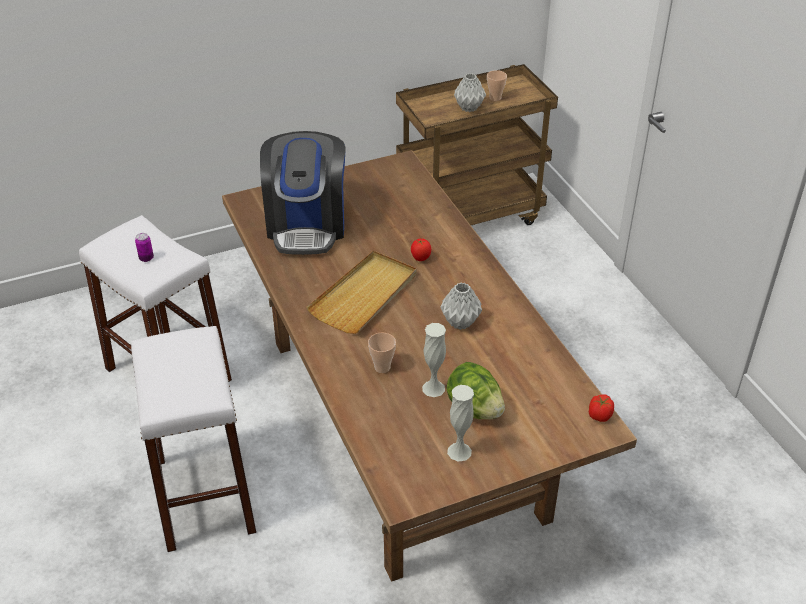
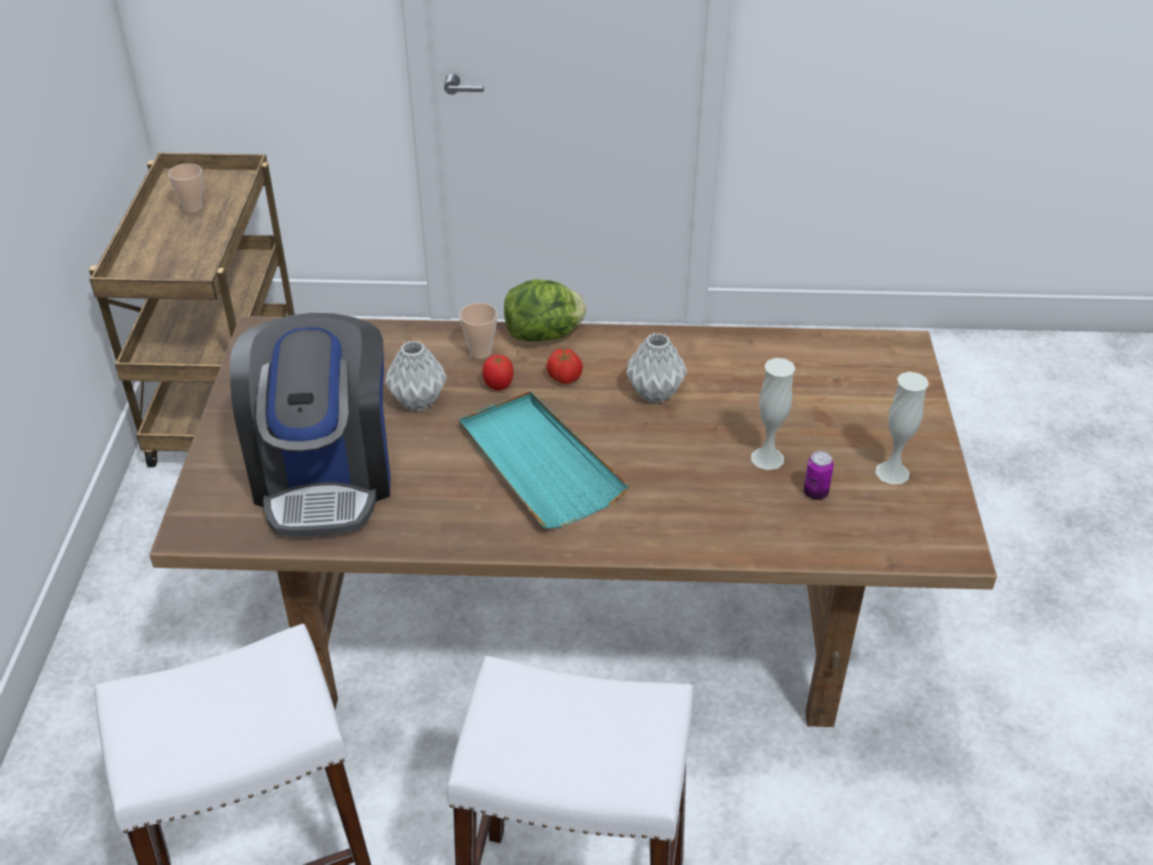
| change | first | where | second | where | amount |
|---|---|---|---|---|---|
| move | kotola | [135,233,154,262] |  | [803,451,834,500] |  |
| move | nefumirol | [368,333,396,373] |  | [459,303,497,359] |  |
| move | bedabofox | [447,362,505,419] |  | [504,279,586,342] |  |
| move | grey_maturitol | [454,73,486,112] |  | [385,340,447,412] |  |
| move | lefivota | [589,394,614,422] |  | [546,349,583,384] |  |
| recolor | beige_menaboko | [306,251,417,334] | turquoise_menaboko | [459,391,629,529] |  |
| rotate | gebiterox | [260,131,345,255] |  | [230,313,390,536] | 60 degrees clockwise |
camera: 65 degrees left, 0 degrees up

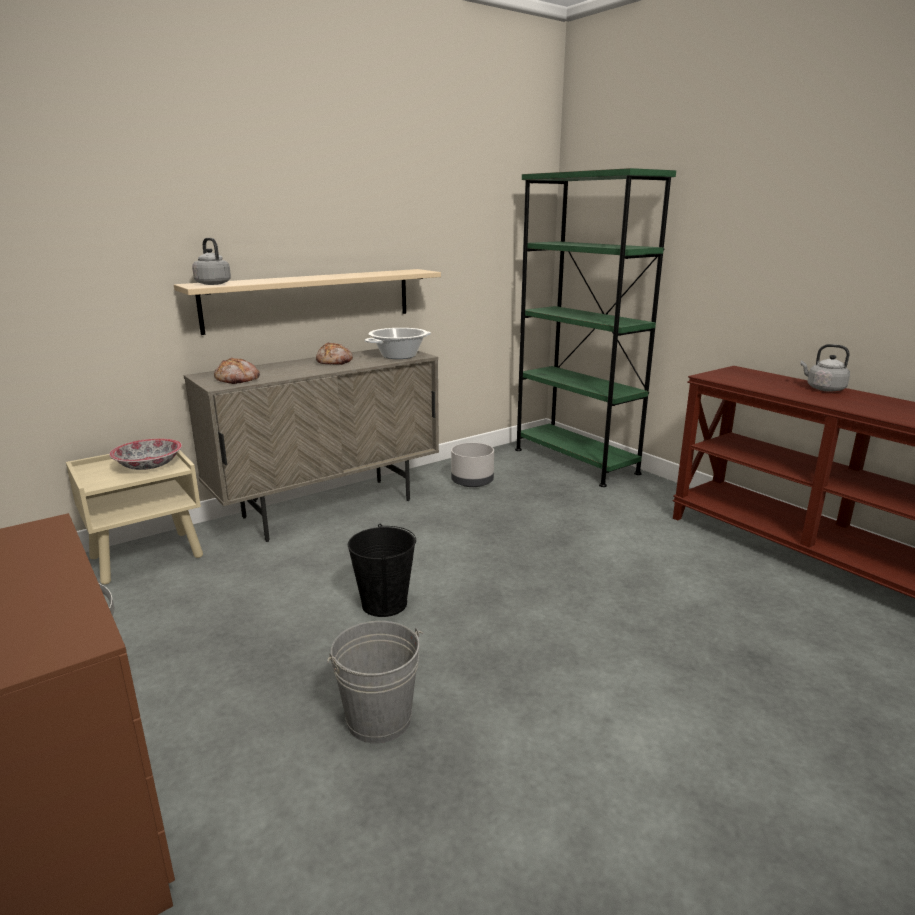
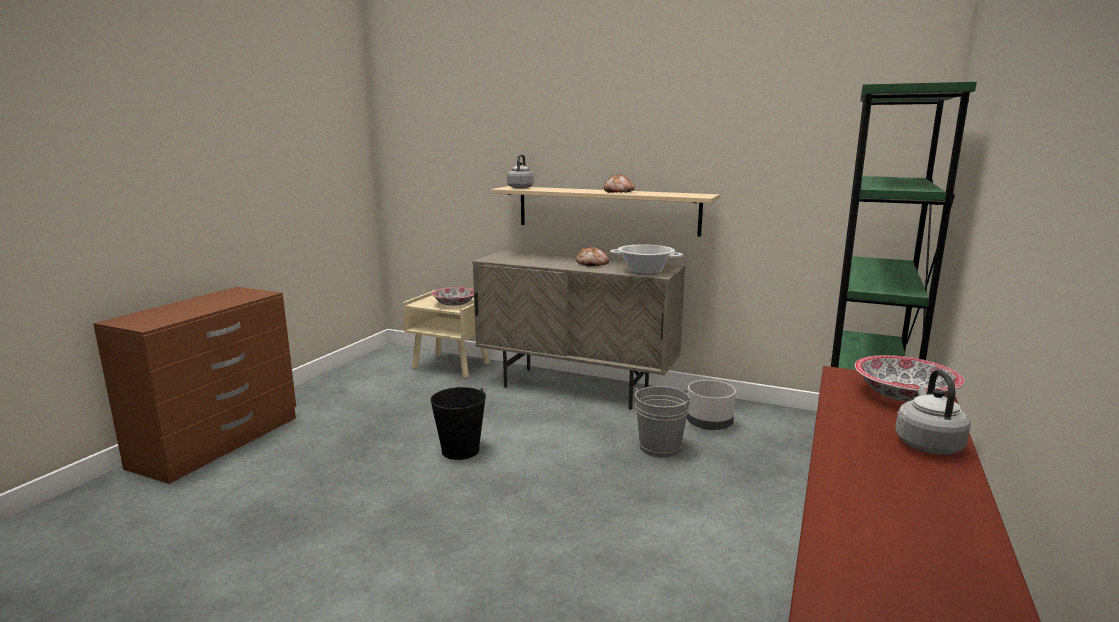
| change | first | where | second | where | amount |
|---|---|---|---|---|---|
| insert |  |  | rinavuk | [855,355,965,402] |  |
| move | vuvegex | [214,357,260,384] |  | [604,174,635,193] |  |
| move | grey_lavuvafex | [327,621,424,743] |  | [633,386,691,458] |  |
camera: 60 degrees right, 5 degrees down

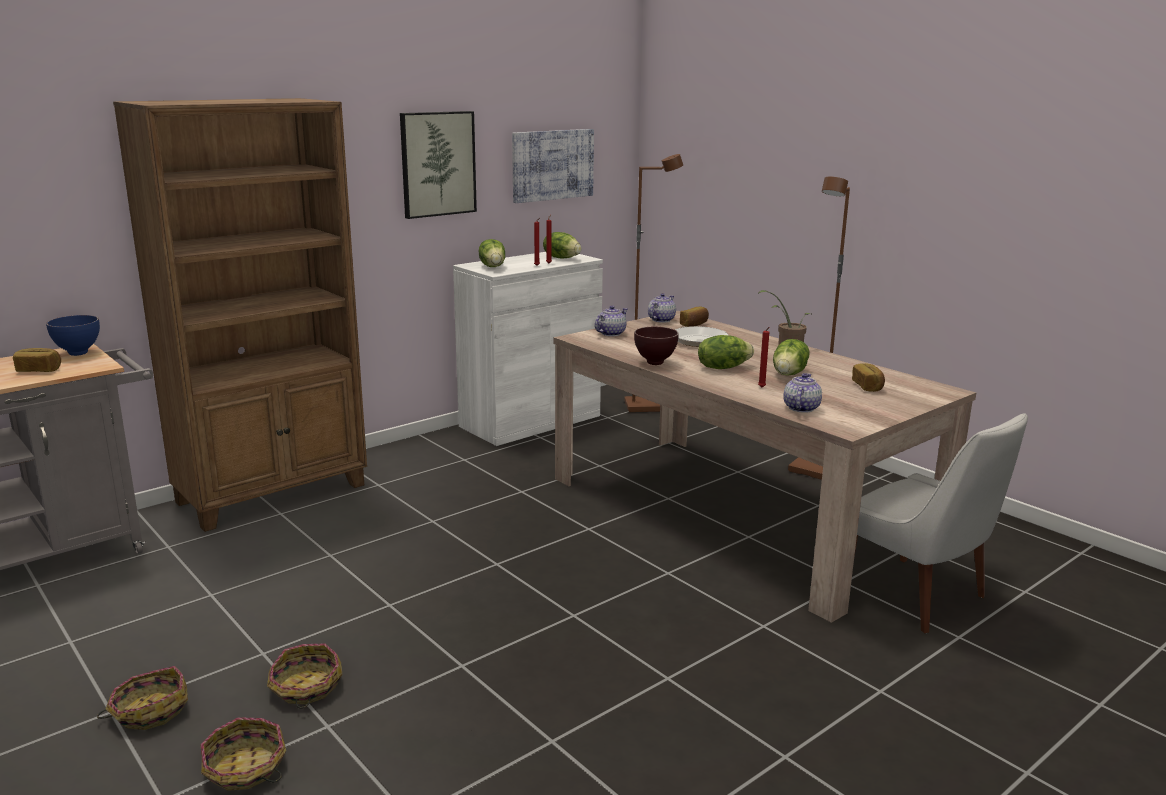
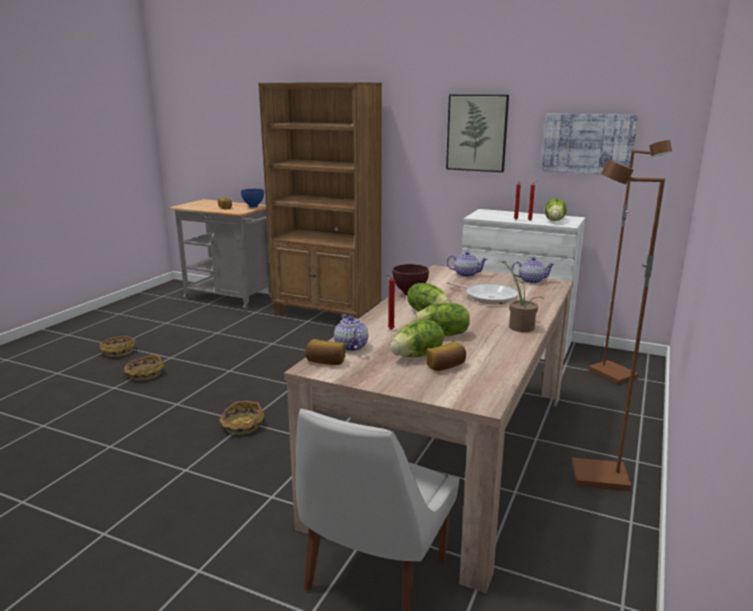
| change | first | where | second | where | amount |
|---|---|---|---|---|---|
| move | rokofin | [200,717,286,791] |  | [219,401,264,436] |  |
| move | bedabofox | [478,239,505,267] |  | [390,319,444,357] |  |
| move | vuvegex | [680,306,709,327] |  | [305,339,345,365] |  |
| rotate | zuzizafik | [783,373,822,413] |  | [334,315,368,352] | 105 degrees counterclockwise |
camera: 65 degrees right, 0 degrees up

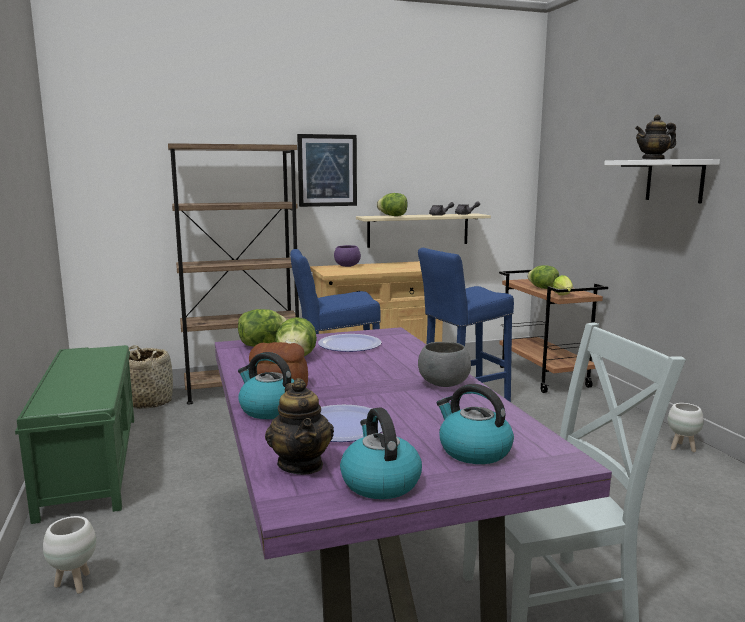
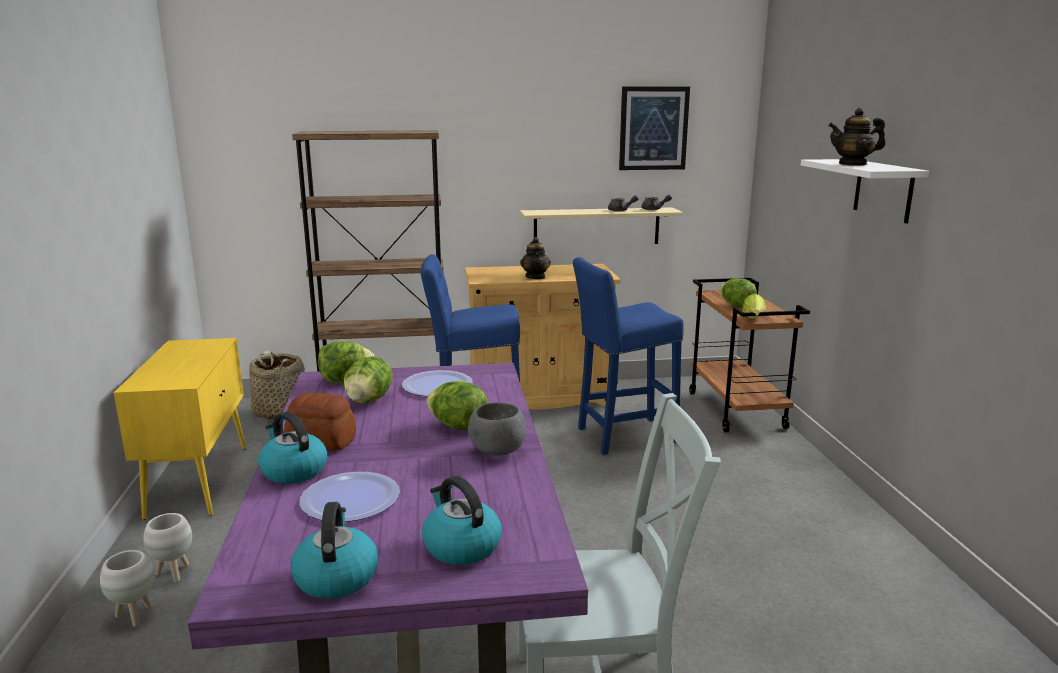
| change | first | where | second | where | amount |
|---|---|---|---|---|---|
| delete | purple_rinavuk | [334,245,361,267] |  |  |  |
| move | zuzizafik | [265,378,334,475] |  | [520,237,551,279] |  |
| move | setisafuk | [297,134,357,207] |  | [619,86,690,170] |  |
| move | bedabofox | [377,193,408,216] |  | [426,381,488,430] |  |
| move | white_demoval | [668,403,704,452] |  | [143,513,192,582] |  |
| replace | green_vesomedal | [15,345,134,524] | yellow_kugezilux | [114,338,246,520] |  |
camera: 10 degrees right, 5 degrees up

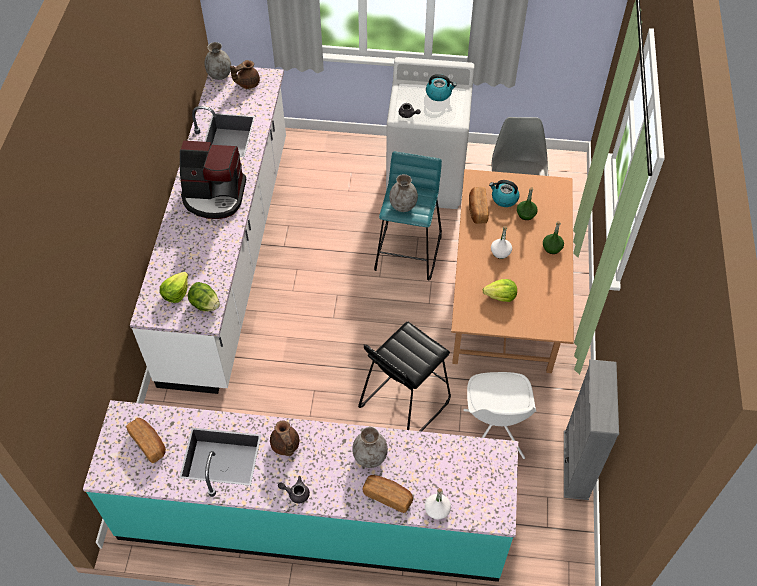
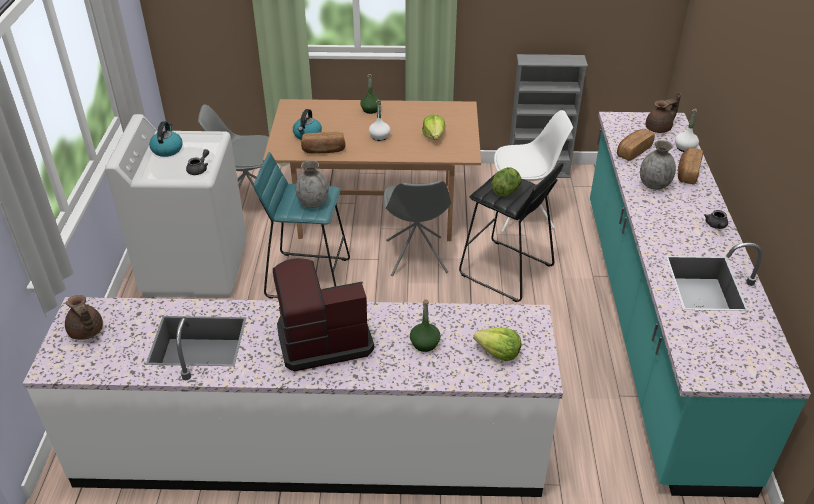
| change | first | where | second | where | amount |
|---|---|---|---|---|---|
| delete | grey_maturitol | [205,42,231,80] |  |  |  |
| insert |  |  | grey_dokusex | [384,181,451,276] |  |
| move | vuvegex | [126,418,166,463] |  | [617,129,655,161] |  |
| move | bedabofox | [188,282,220,311] |  | [491,167,522,197] |  |
| move | brown_zuzizafik | [270,420,299,456] |  | [646,92,681,133] |  |
| move | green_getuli | [517,187,538,220] |  | [410,300,441,352] |  |
| rotate | gebiterox | [180,141,246,219] |  | [273,258,374,372] | 105 degrees counterclockwise |
camera: 95 degrees left, 15 degrees down

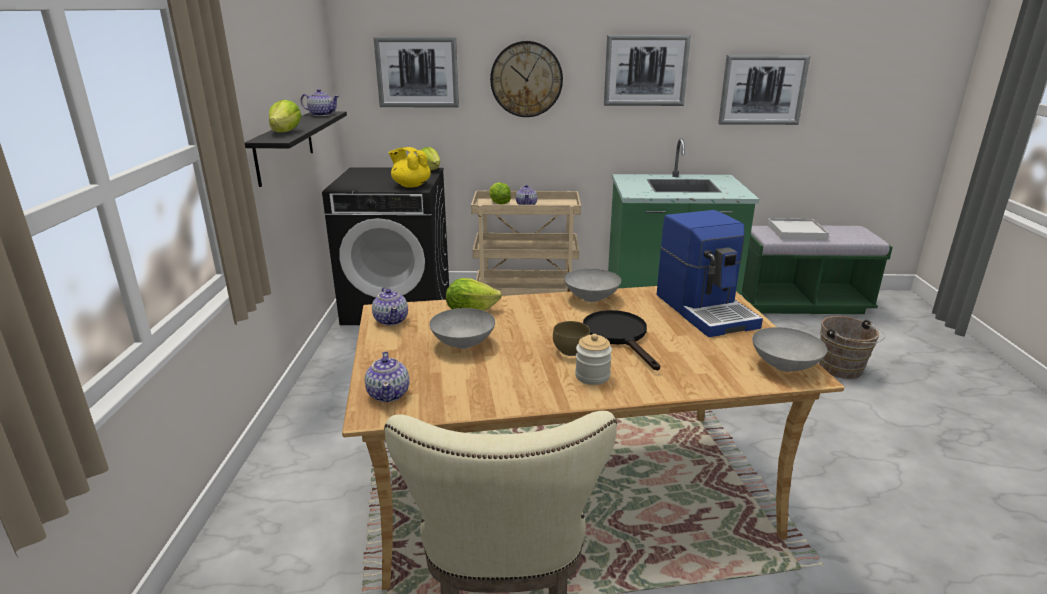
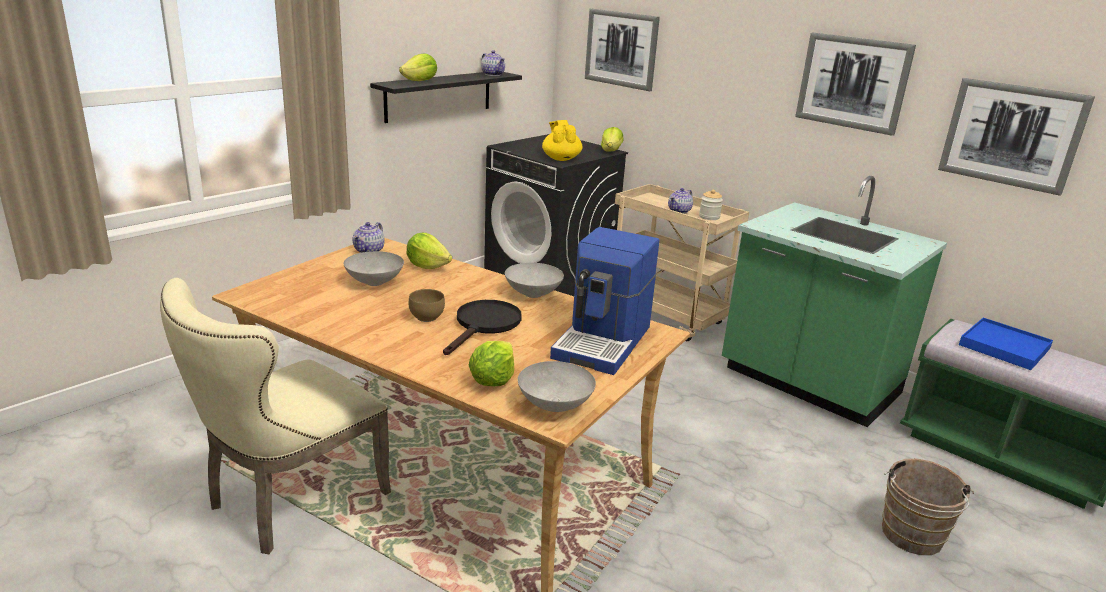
| change | first | where | second | where | amount |
|---|---|---|---|---|---|
| delete | zuzizafik | [365,351,410,402] |  |  |  |
| delete | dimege | [490,41,563,117] |  |  |  |
| move | bedabofox | [489,182,511,204] |  | [468,341,514,386] |  |
| move | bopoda | [575,334,612,385] |  | [699,189,723,220] |  |
| recolor | white_menaboko | [768,218,829,240] | blue_menaboko | [959,318,1053,370] |  |
camera: 40 degrees right, 0 degrees up

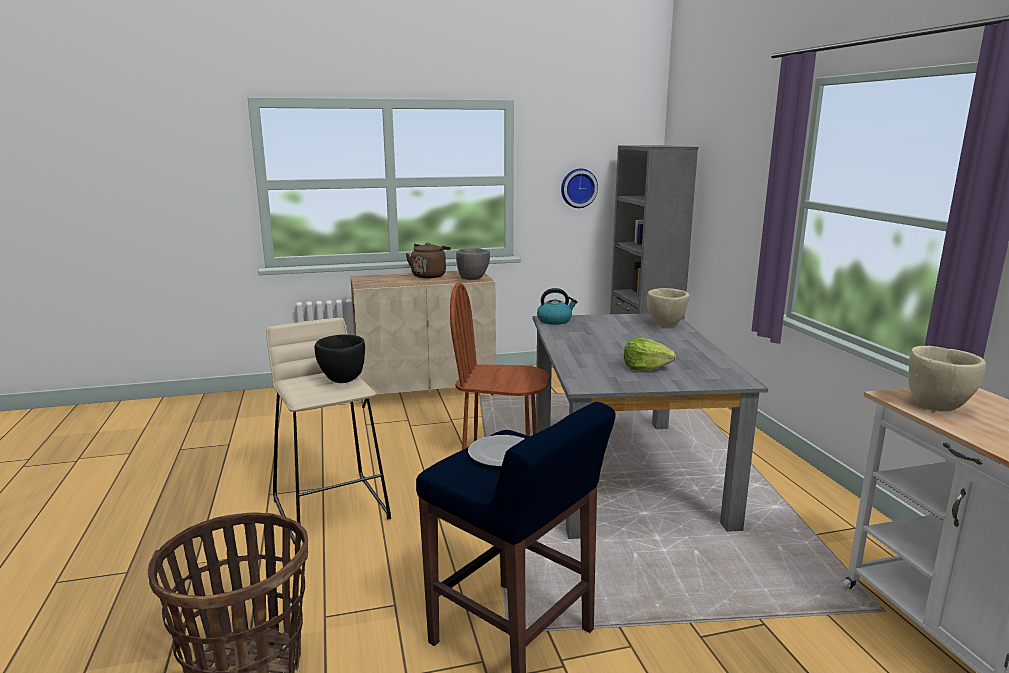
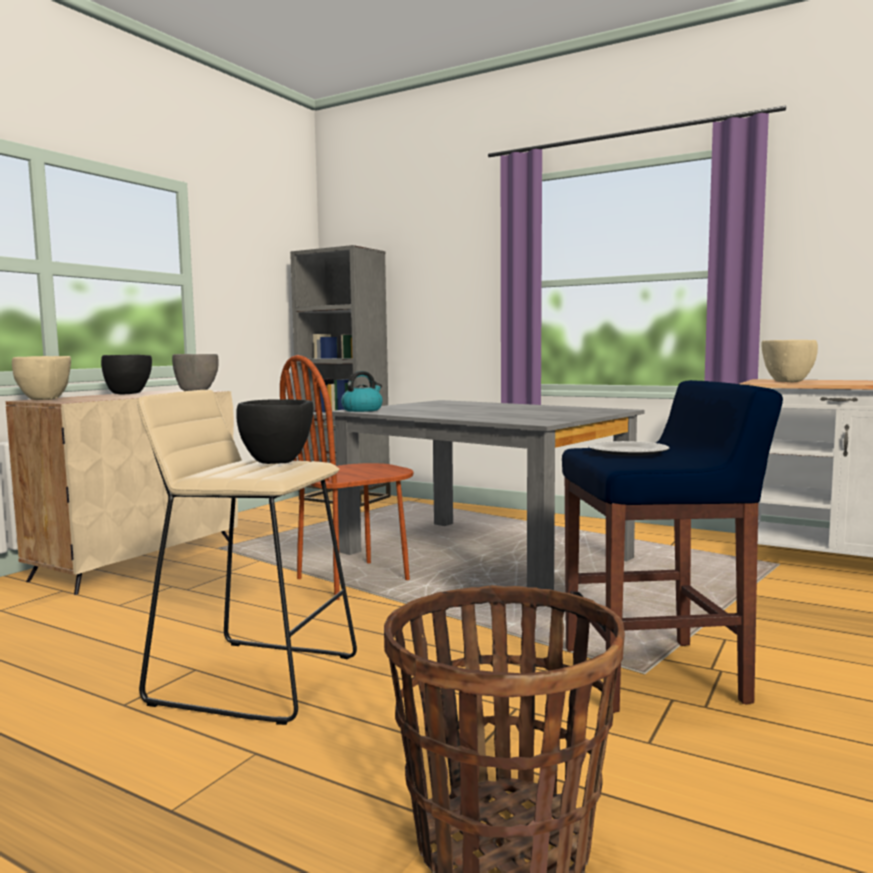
| change | first | where | second | where | amount |
|---|---|---|---|---|---|
| delete | dimege | [561,168,598,208] |  |  |  |
| delete | bedabofox | [624,338,676,371] |  |  |  |
| move | beige_rinavuk | [647,288,690,327] |  | [12,356,71,400] |  |
| replace | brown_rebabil | [406,243,451,278] | black_rinavuk | [101,355,152,395] |  |
camera: 45 degrees left, 10 degrees down

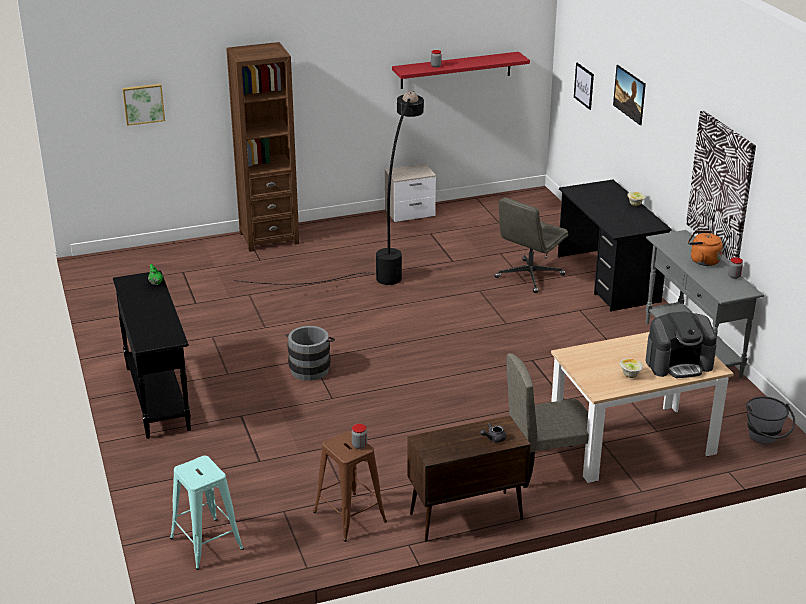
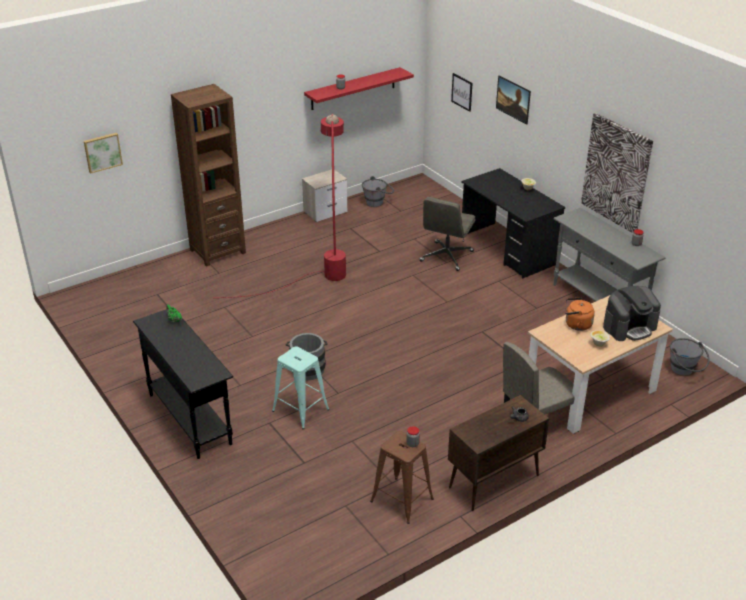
| change | first | where | second | where | amount |
|---|---|---|---|---|---|
| insert |  |  | grey_lavuvafex | [362,176,394,207] |  |
| move | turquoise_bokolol | [170,456,244,570] |  | [272,346,329,429] |  |
| move | orange_rebabil | [688,231,723,266] |  | [565,298,595,331] |  |
| recolor | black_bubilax | [235,91,424,285] | red_bubilax | [221,114,346,298] |  |
camera: 15 degrees left, 5 degrees up

